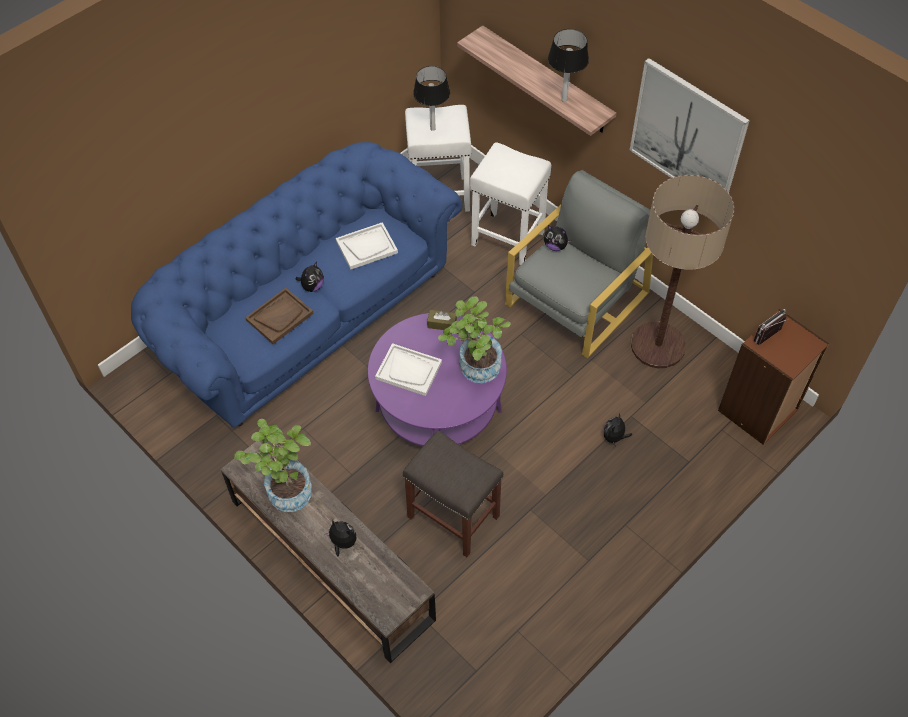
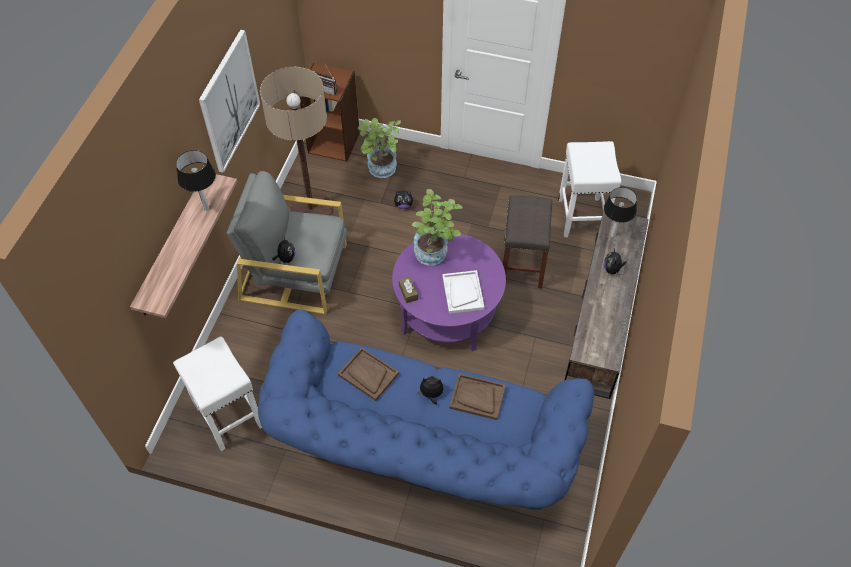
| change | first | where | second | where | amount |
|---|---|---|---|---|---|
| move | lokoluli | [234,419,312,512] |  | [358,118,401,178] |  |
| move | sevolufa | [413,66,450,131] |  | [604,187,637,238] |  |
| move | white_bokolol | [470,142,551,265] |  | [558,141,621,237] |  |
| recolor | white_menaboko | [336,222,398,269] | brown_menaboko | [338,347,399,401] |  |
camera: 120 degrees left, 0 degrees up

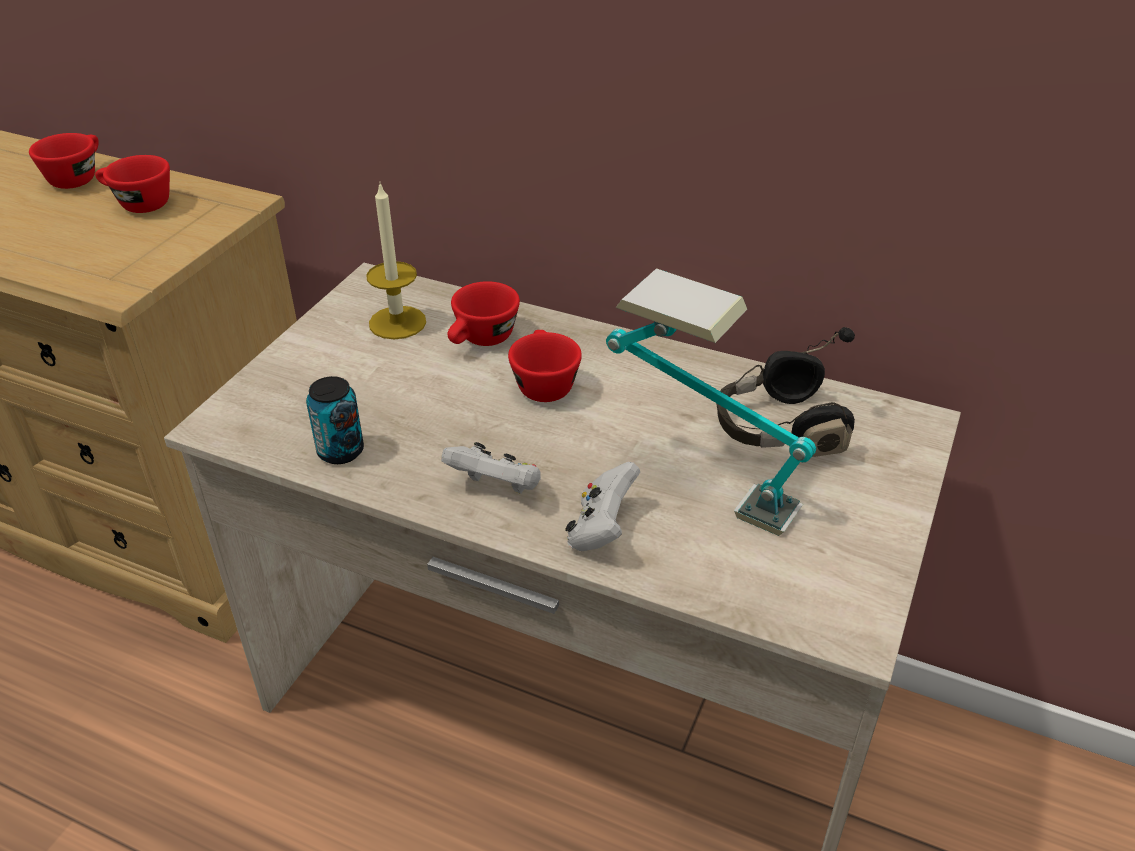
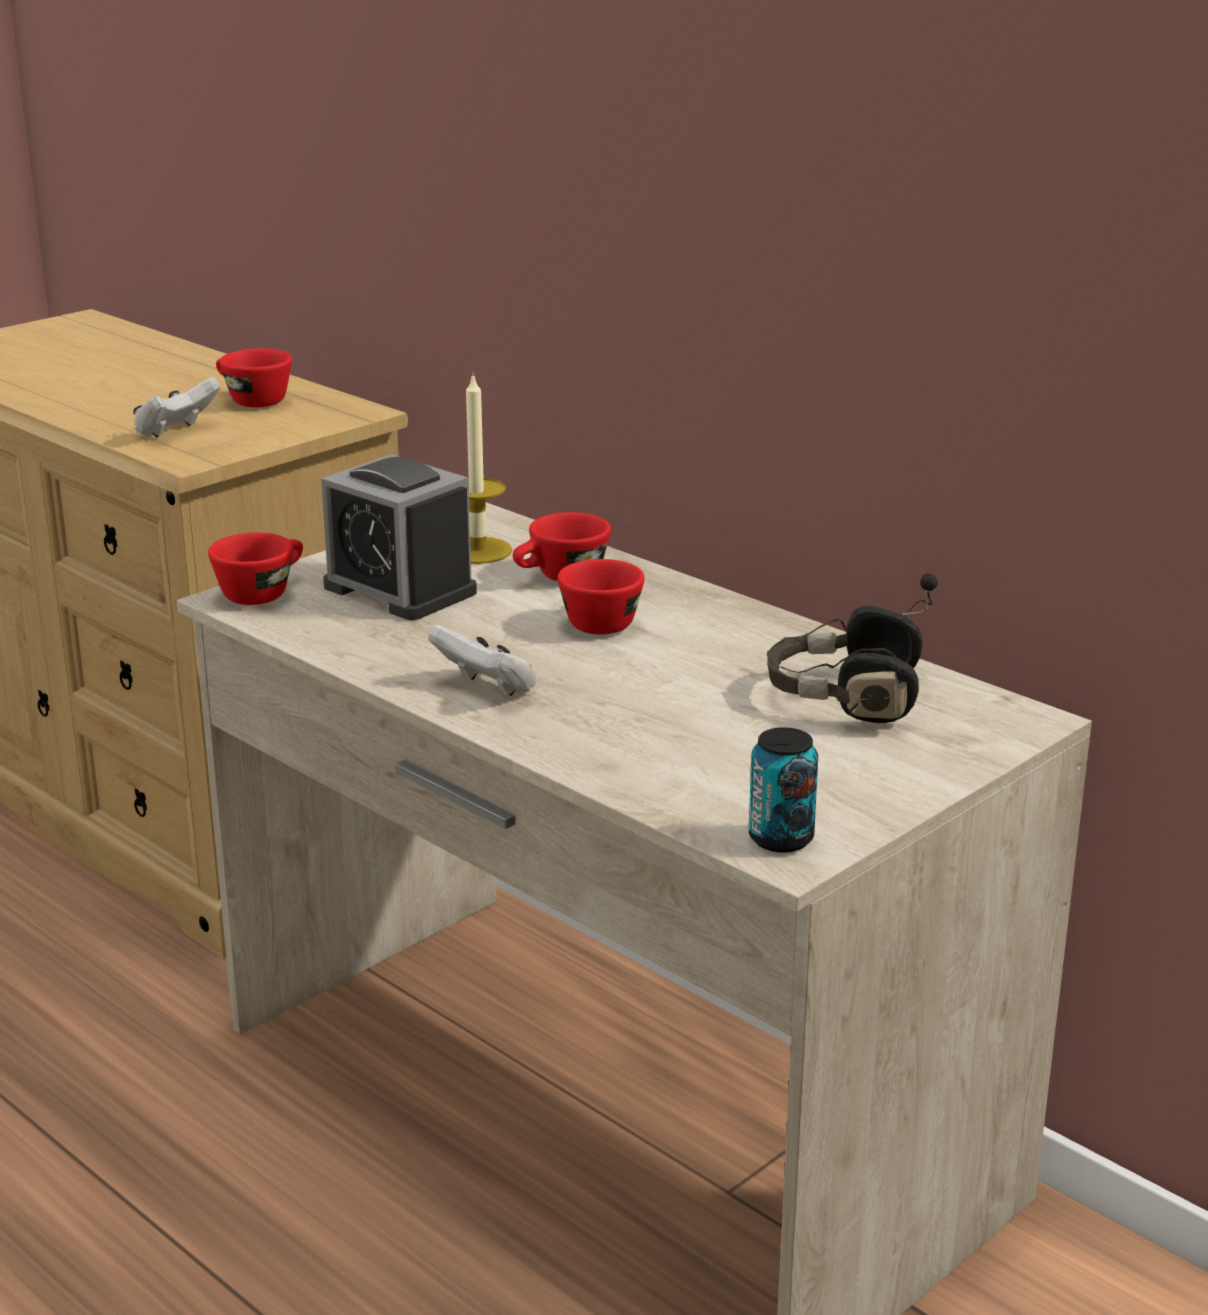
| change | first | where | second | where | amount |
|---|---|---|---|---|---|
| delete | sevolufa | [606,268,816,536] |  |  |  |
| insert |  |  | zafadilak | [321,454,477,620] |  |
| move | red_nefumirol | [29,133,99,189] |  | [208,533,303,605] |  |
| move | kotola | [306,376,364,464] |  | [749,727,818,853] |  |
| move | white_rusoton | [565,462,640,551] |  | [133,377,220,438] |  |
camera: 20 degrees right, 15 degrees down

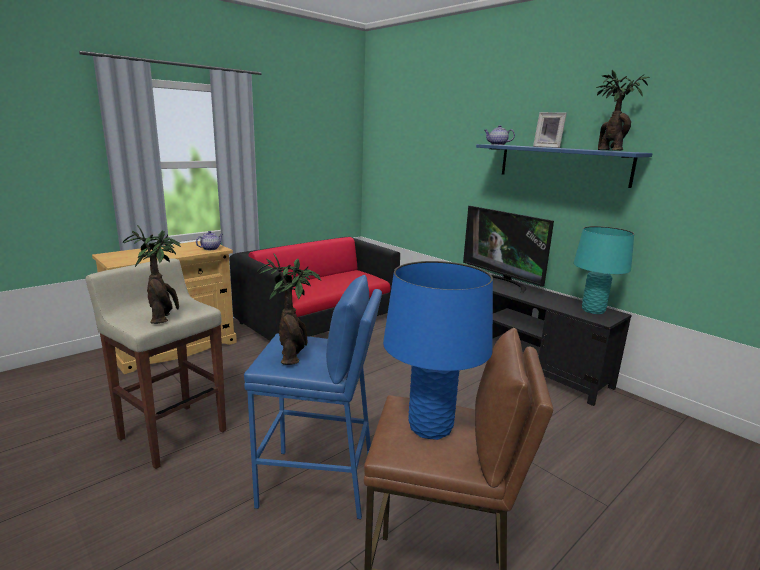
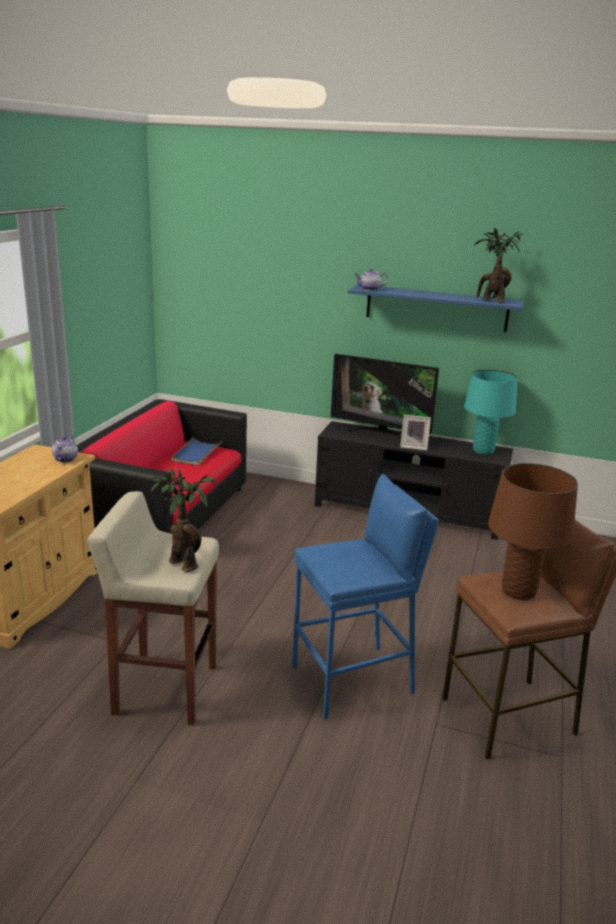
| change | first | where | second | where | amount |
|---|---|---|---|---|---|
| delete | lokoluli | [257,253,321,365] |  |  |  |
| insert |  |  | blue_menaboko | [171,437,222,465] |  |
| move | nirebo | [533,112,567,148] |  | [400,415,431,450] |  |
| recolor | blue_sevolufa | [383,261,493,440] | brown_sevolufa | [488,463,578,600] |  |
camera: 30 degrees left, 5 degrees up

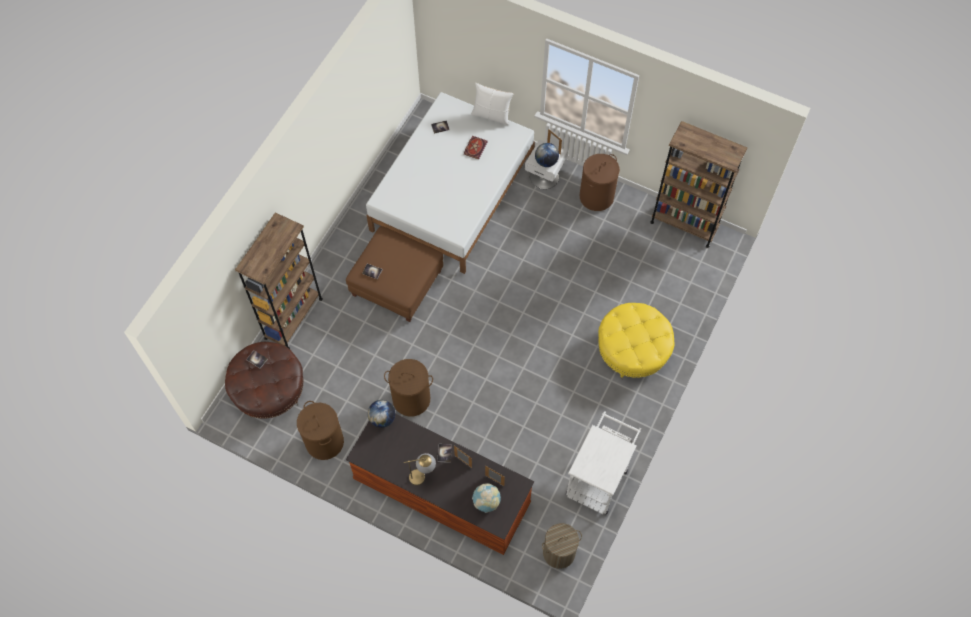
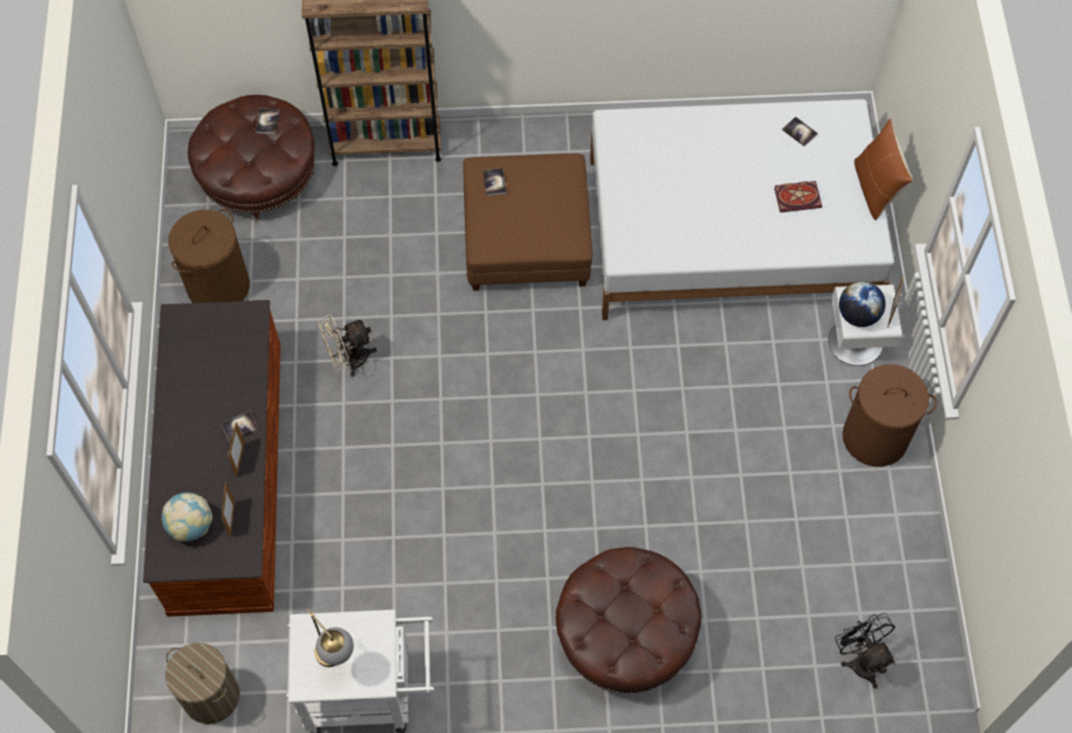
| change | first | where | second | where | amount |
|---|---|---|---|---|---|
| delete | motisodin | [368,400,395,428] |  |  |  |
| delete | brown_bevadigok | [650,121,747,248] |  |  |  |
| insert |  |  | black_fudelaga | [835,613,895,689] |  |
| move | sevolufa | [404,453,436,486] |  | [306,608,354,667] |  |
| replace | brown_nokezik | [384,359,433,416] | beige_fudelaga | [318,314,377,377] |  |
| recolor | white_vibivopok | [471,82,514,125] | brown_vibivopok | [854,118,913,221] |  |
| recolor | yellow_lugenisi | [598,303,675,379] | brown_lugenisi | [556,547,702,696] |  |
camera: 60 degrees right, 0 degrees up

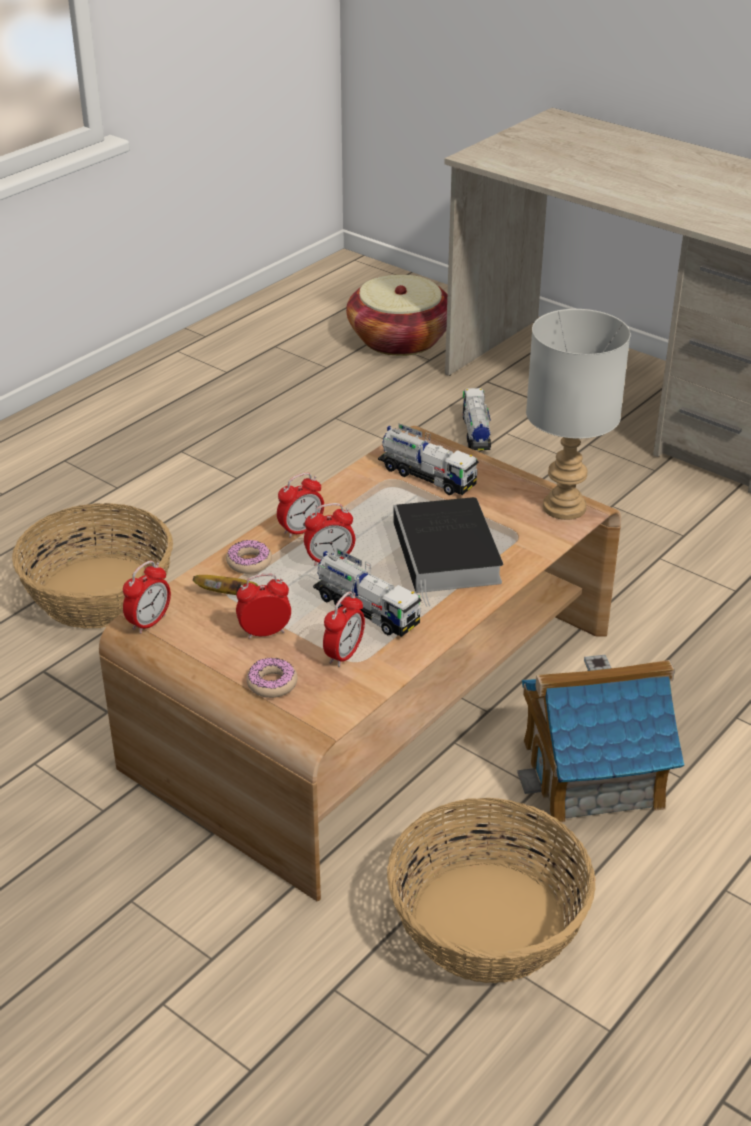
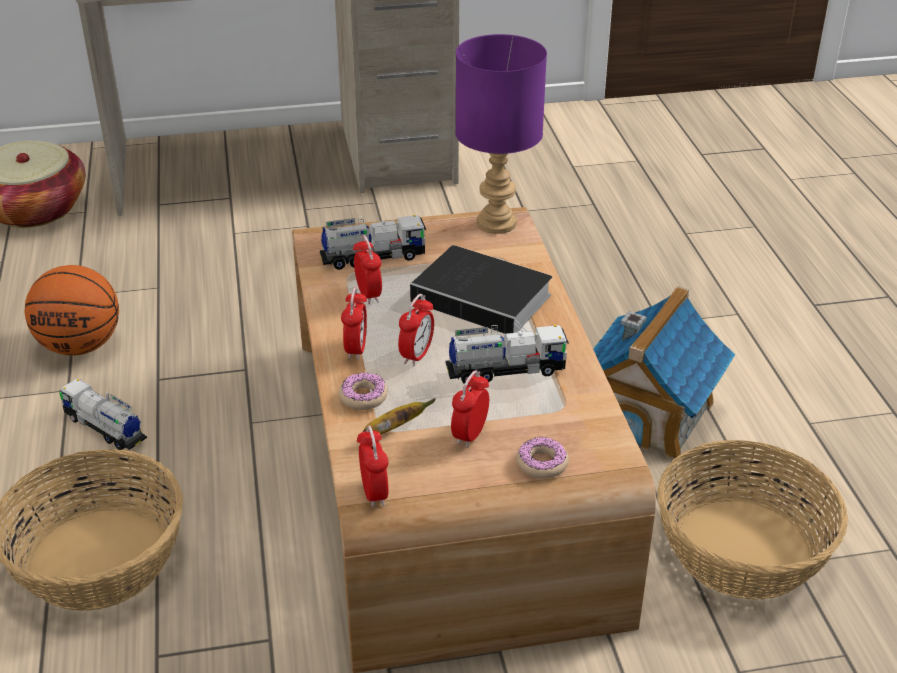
| change | first | where | second | where | amount |
|---|---|---|---|---|---|
| insert |  |  | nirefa | [24,265,119,356] |  |
| move | zafadilak | [323,591,365,667] |  | [353,235,382,304] |  |
| move | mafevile | [462,388,491,450] |  | [59,379,147,450] |  |
| recolor | grey_sevolufa | [526,309,631,520] | purple_sevolufa | [455,34,547,234] |  |
camera: 50 degrees left, 0 degrees up

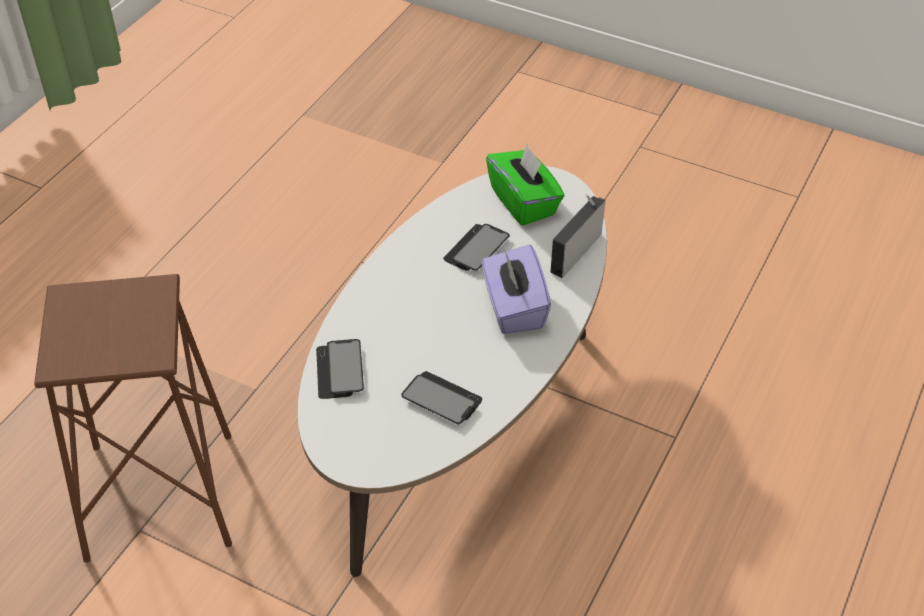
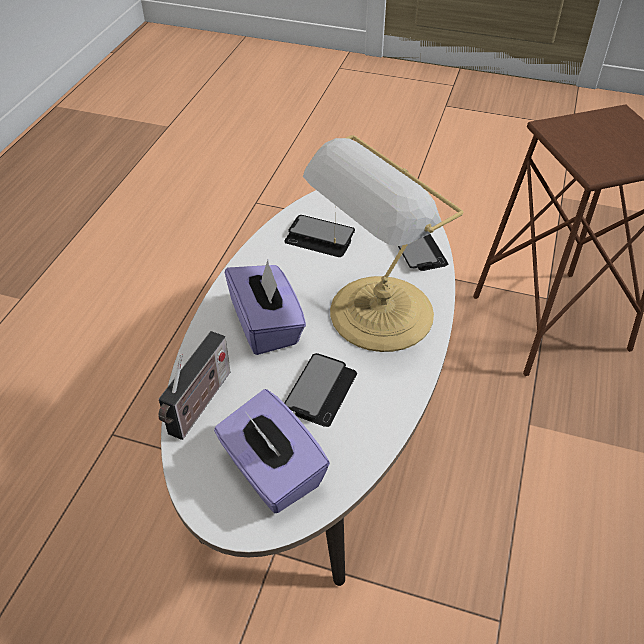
| change | first | where | second | where | amount |
|---|---|---|---|---|---|
| insert |  |  | sevolufa | [303,135,463,352] |  |
| recolor | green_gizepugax | [486,144,564,226] | purple_gizepugax | [214,389,330,513] |  |
camera: 170 degrees right, 0 degrees up

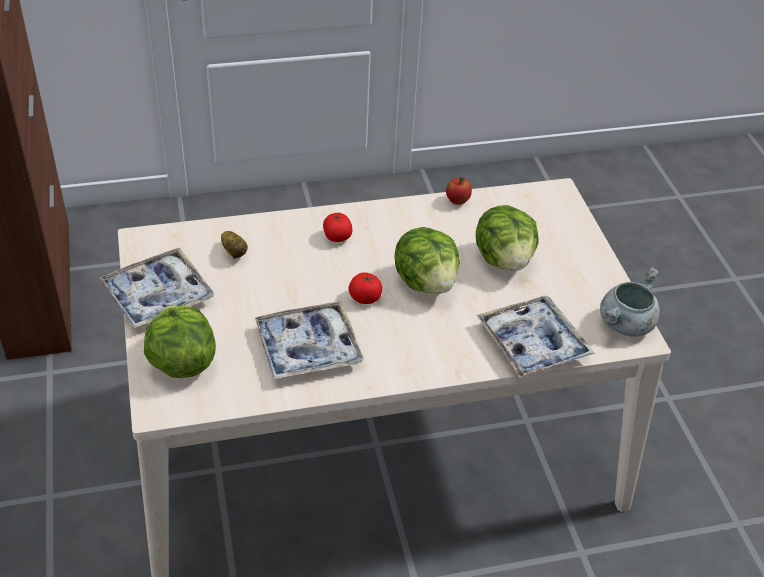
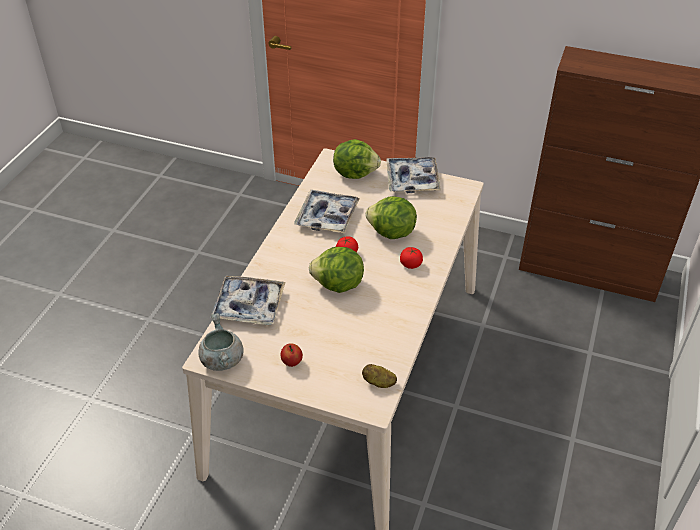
| change | first | where | second | where | amount |
|---|---|---|---|---|---|
| move | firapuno | [221,231,248,259] |  | [362,364,397,388] |  |
| move | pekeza | [446,177,472,205] |  | [281,343,303,367] |  |
| move | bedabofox | [476,205,539,271] |  | [366,196,417,239] |  |
camera: 125 degrees right, 0 degrees up

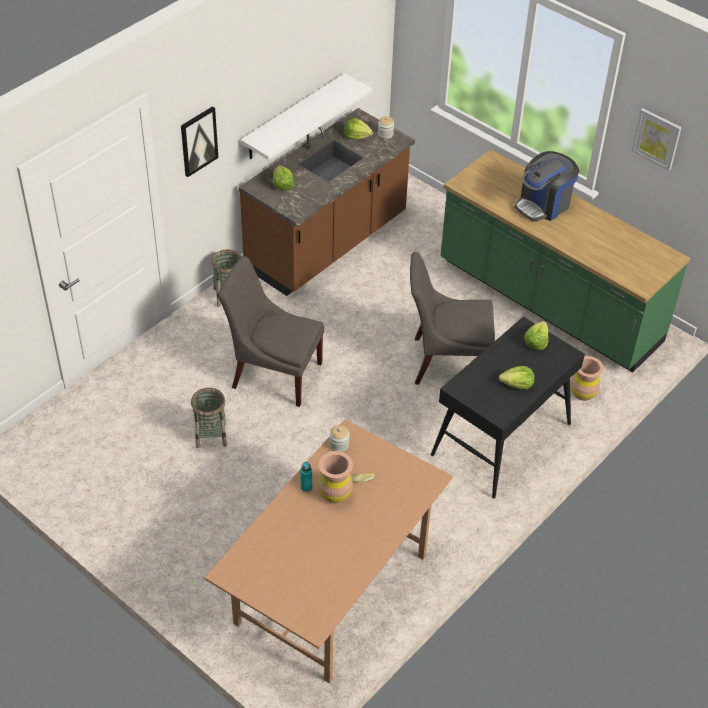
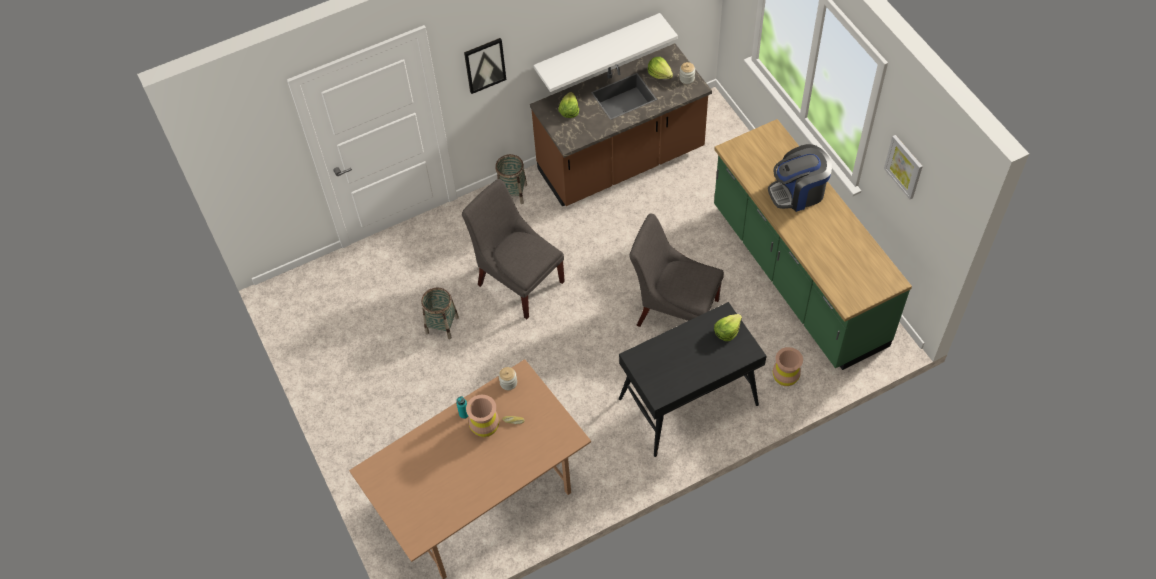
| change | first | where | second | where | amount |
|---|---|---|---|---|---|
| delete | bedabofox | [499,366,535,390] |  |  |  |
camera: 25 degrees right, 10 degrees up

